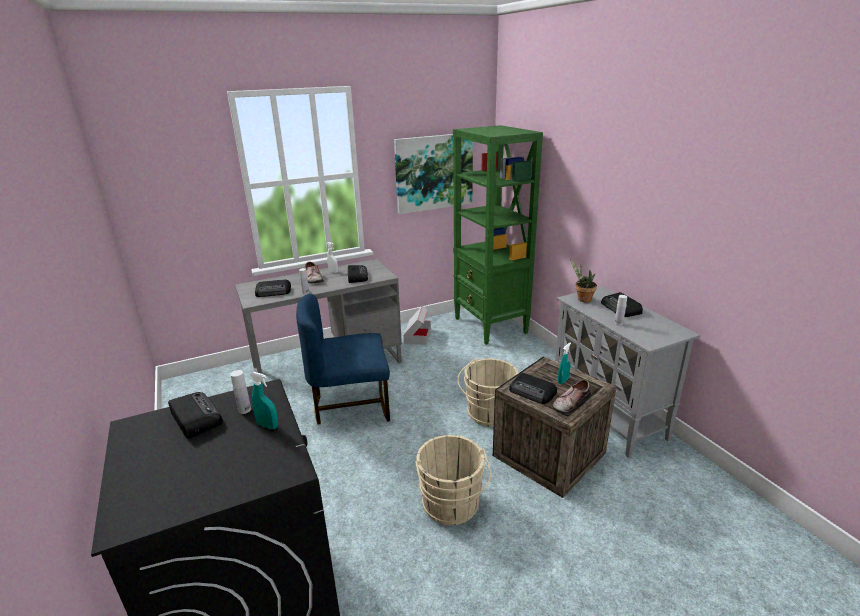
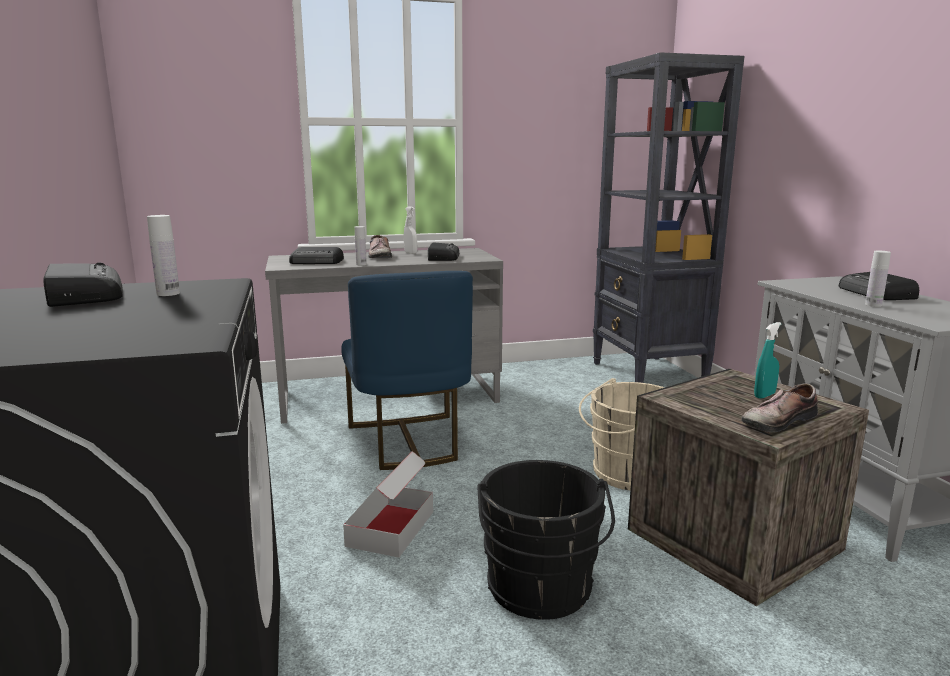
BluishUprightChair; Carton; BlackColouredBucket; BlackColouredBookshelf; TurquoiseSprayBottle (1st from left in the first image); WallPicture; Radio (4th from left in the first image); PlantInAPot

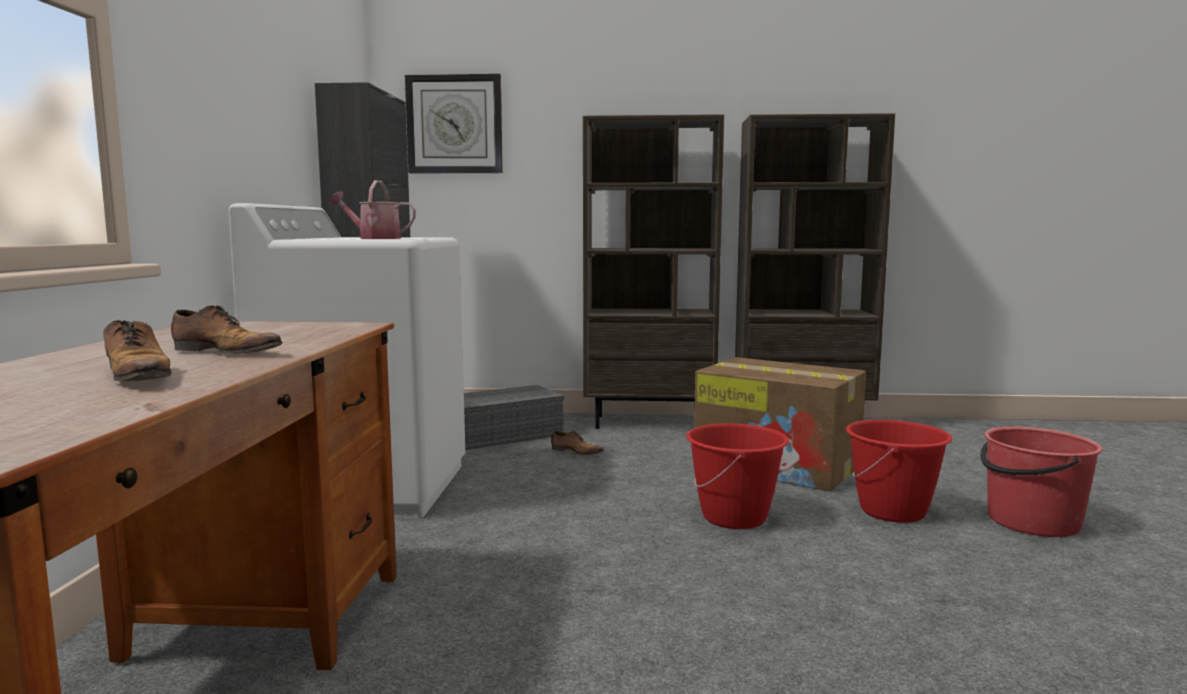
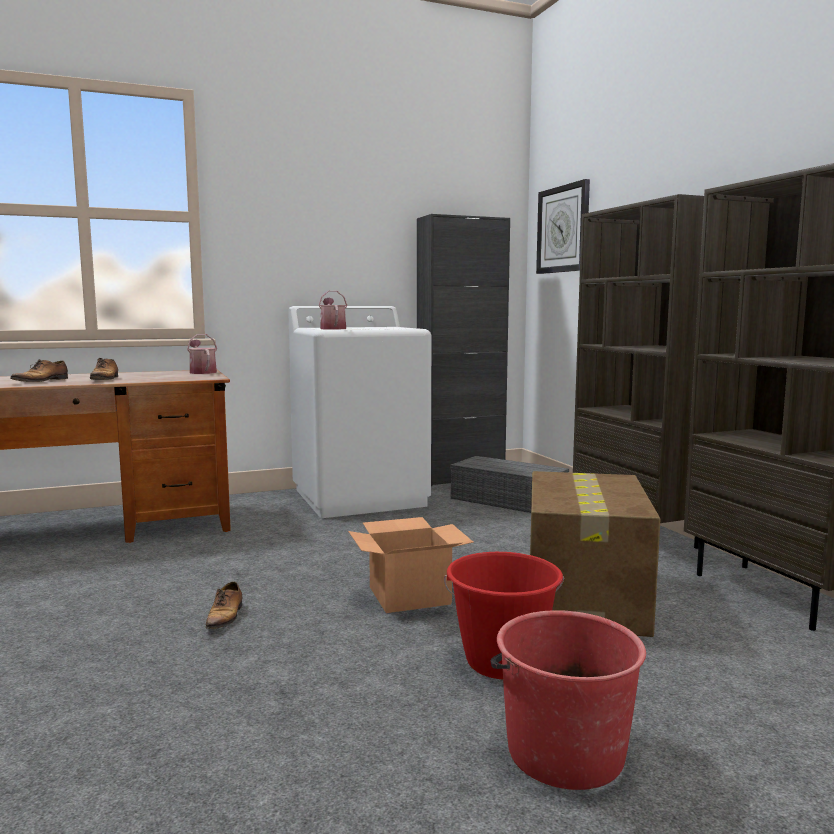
WateringPot (1st from left); LowShoe (3rd from left); Carton (1st from left)

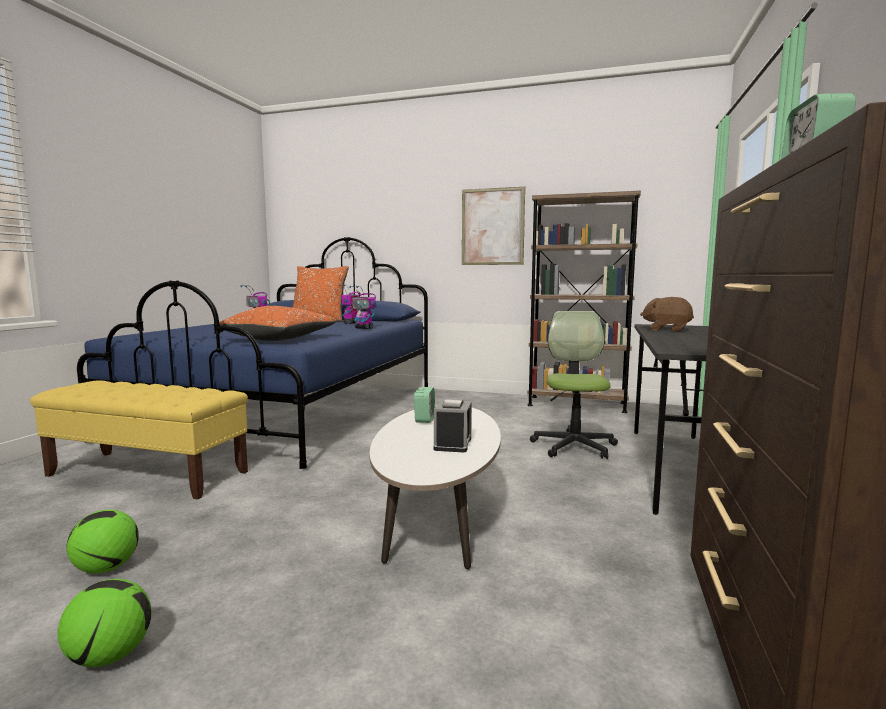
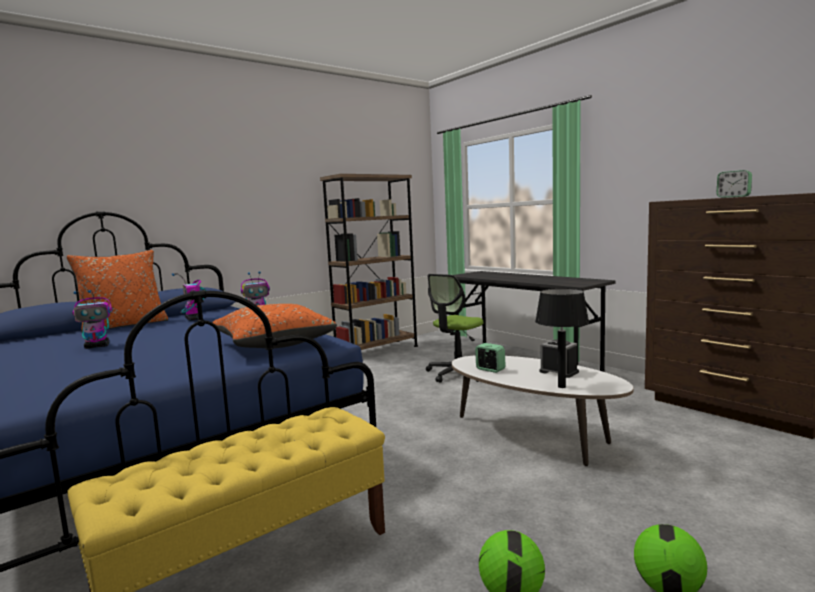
DeskChair; BlackColouredLampForATable; WallPicture; BrownPlushToy

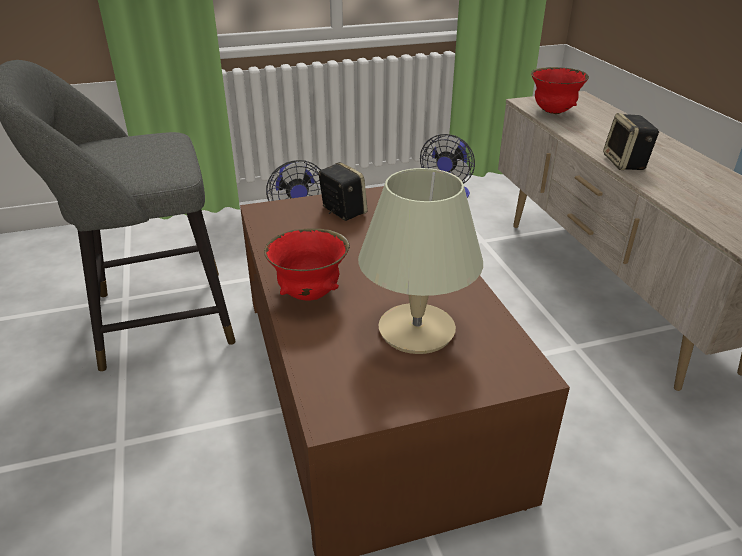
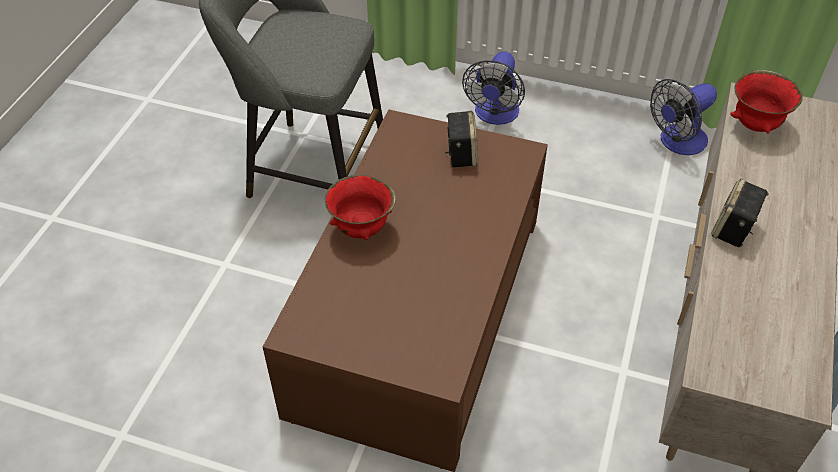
BeigeColouredLampForATable

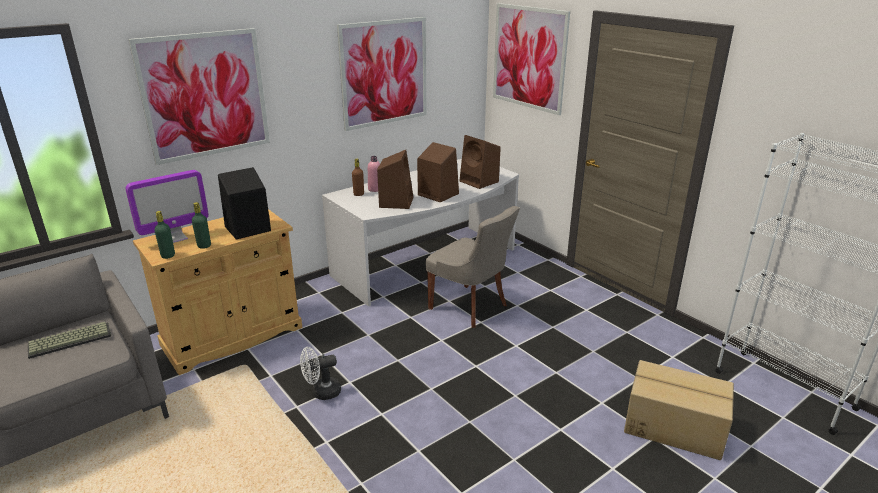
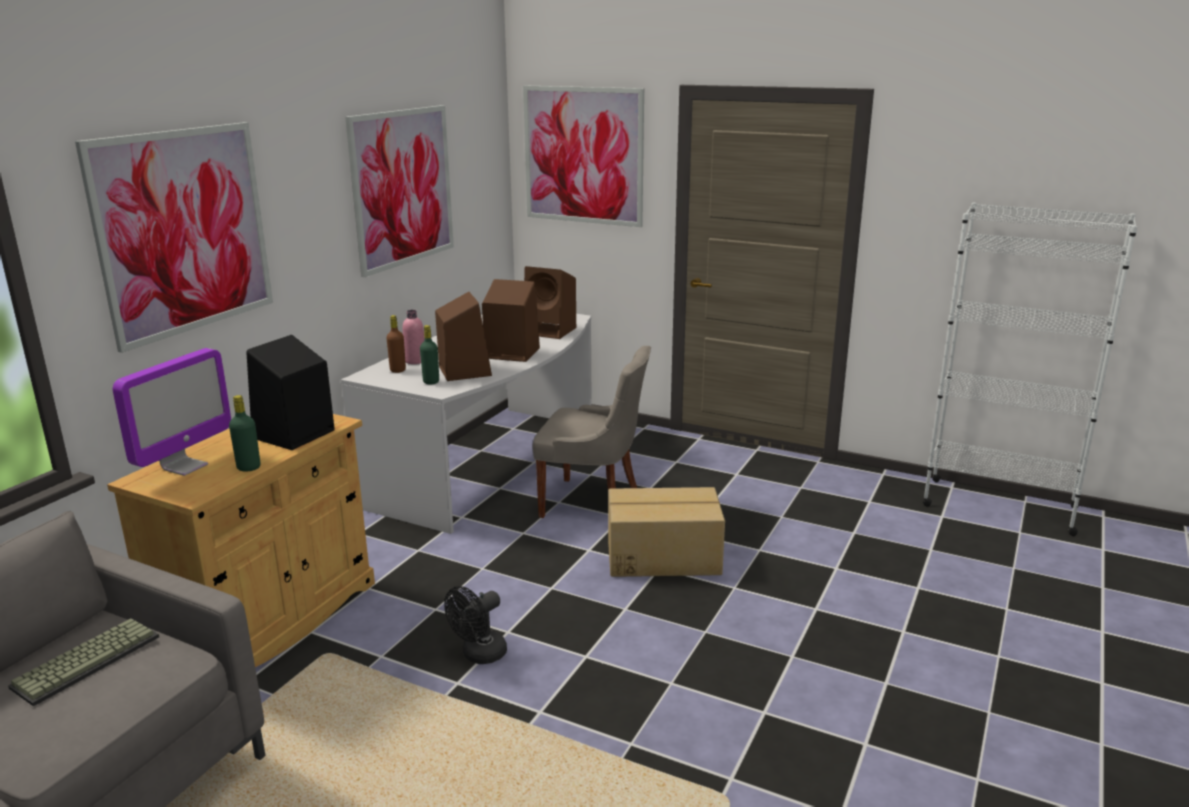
GreenBeverageBottle (2nd from left); BlackColouredFan; Carton

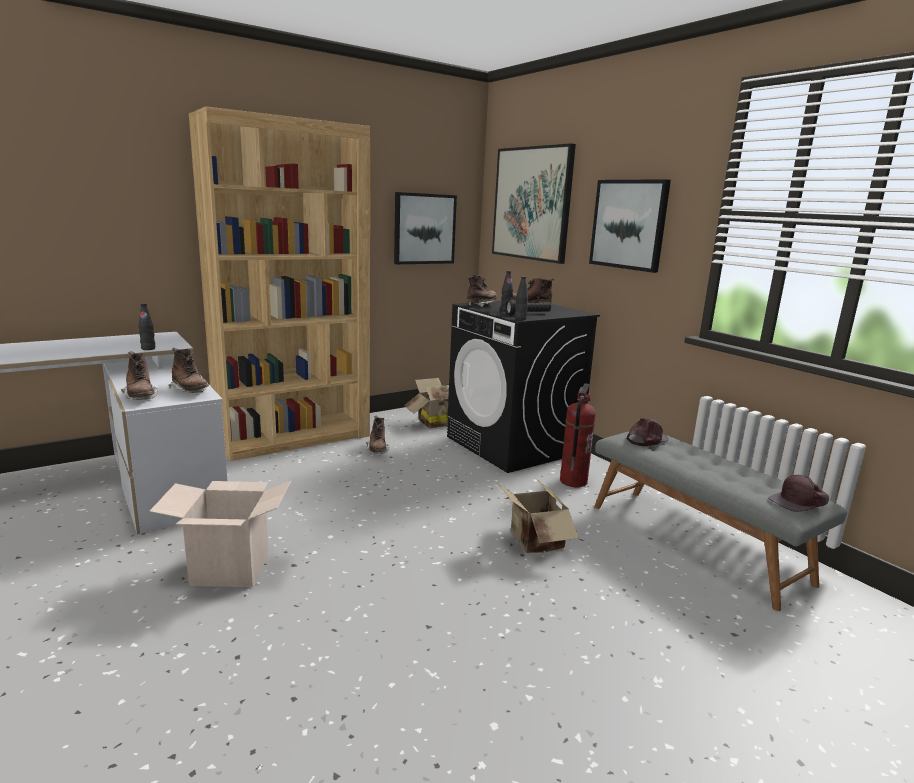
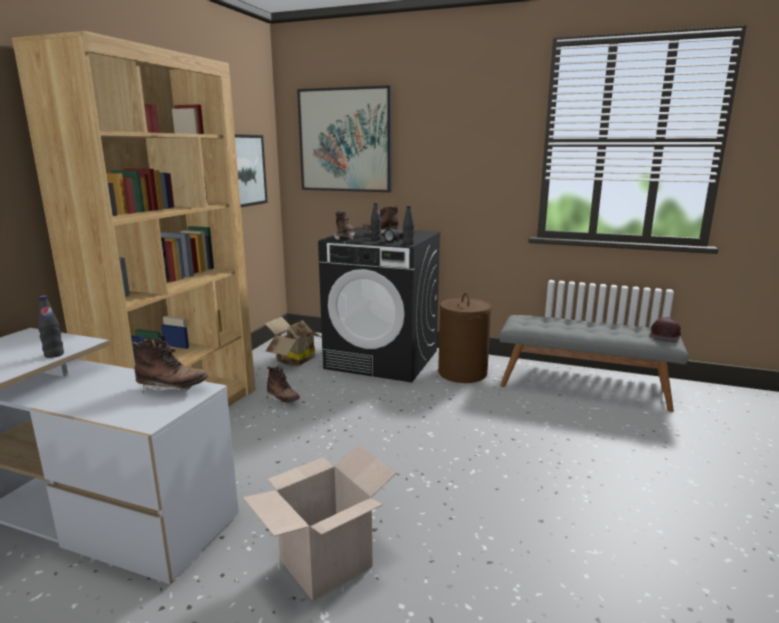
BrownHamper; BrownHighTopBoot (1st from left in the first image); Carton (3rd from left in the first image); WallPicture (3rd from left in the first image); BrownCap (1st from left in the first image)

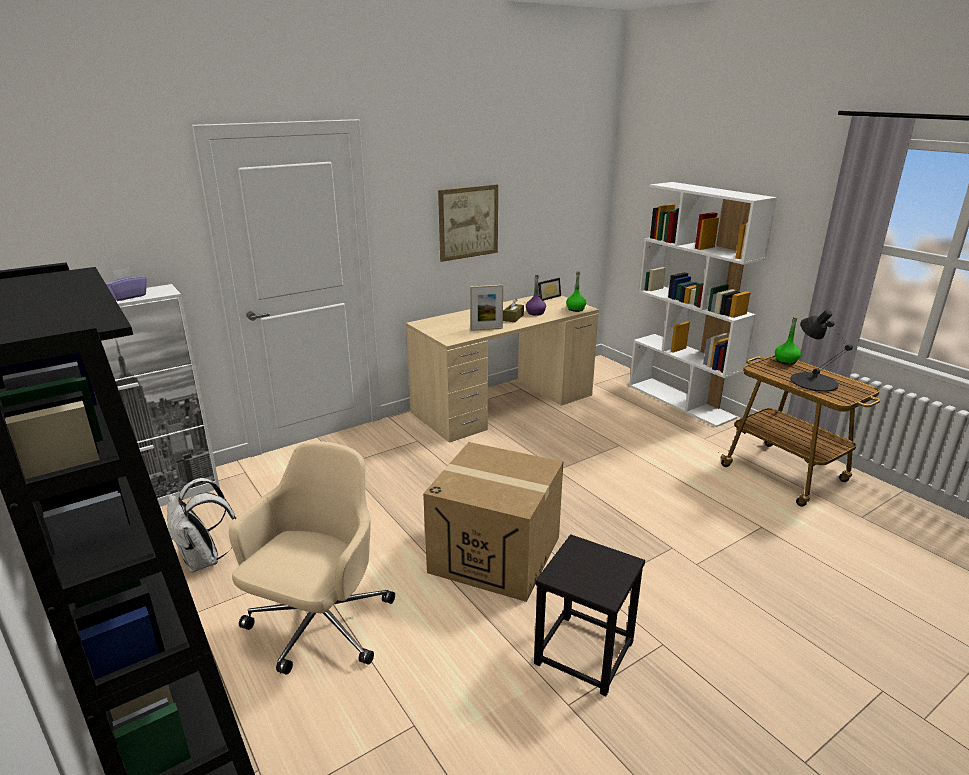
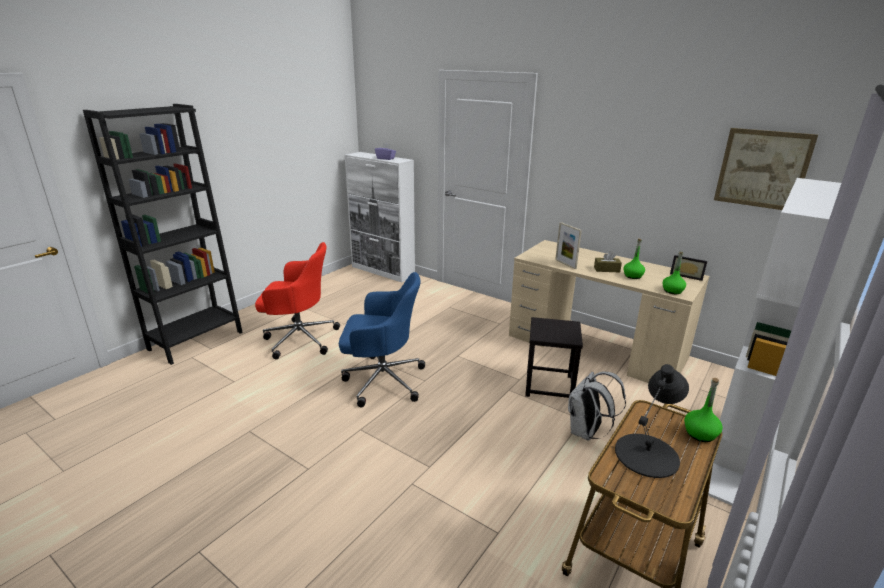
ReddishDeskChair; BluishDeskChair; BlackColouredStool; WhitishKnapsack; GreenBeverageBottle (1st from left); WallPicture

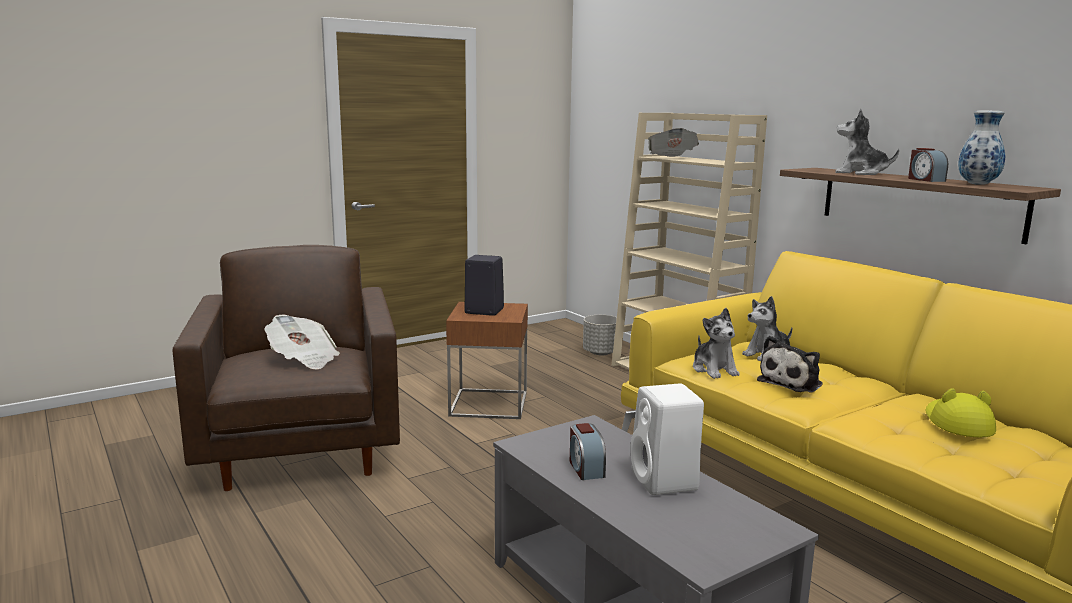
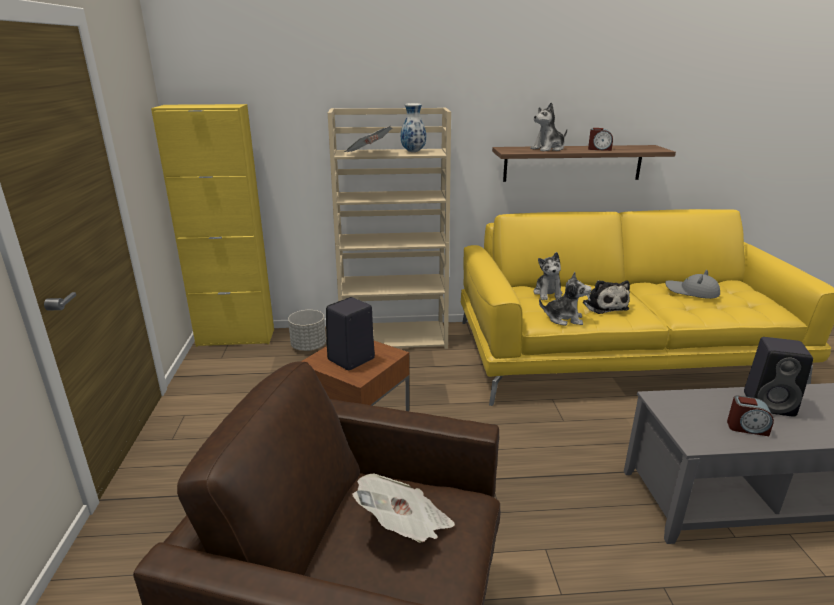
YellowCupboard; DecorativeVase; GreyishHat; BlackColouredSpeaker (2nd from left)

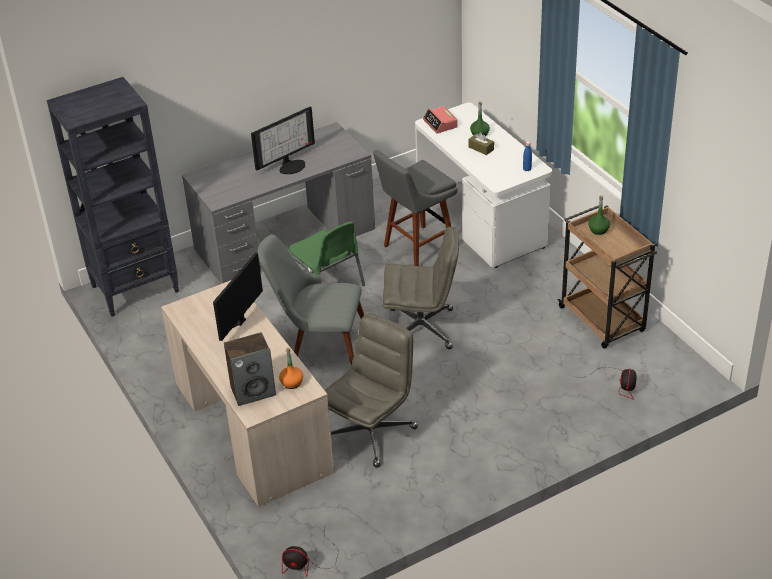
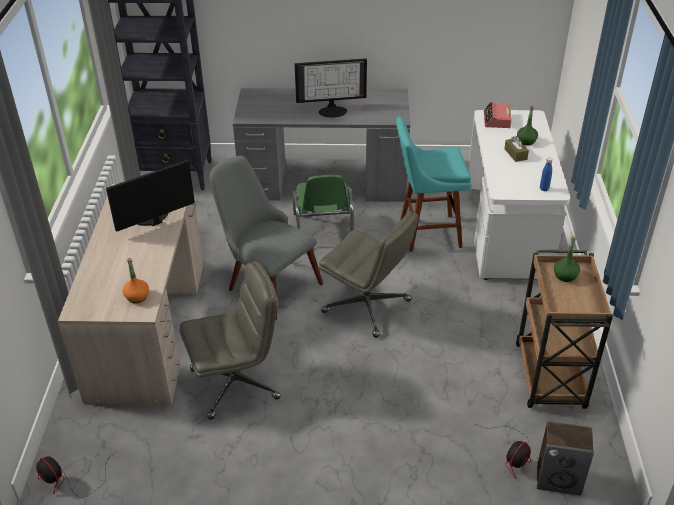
TurquoiseStool; Speaker

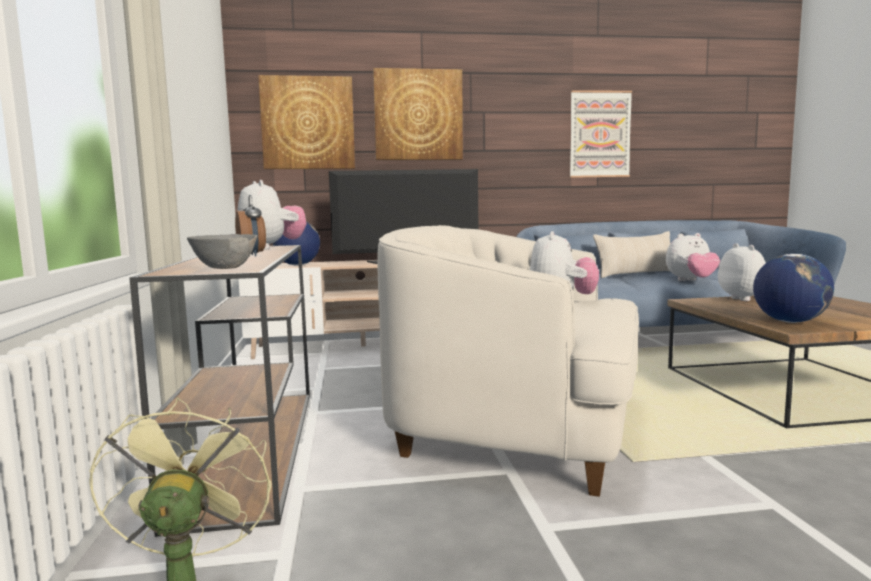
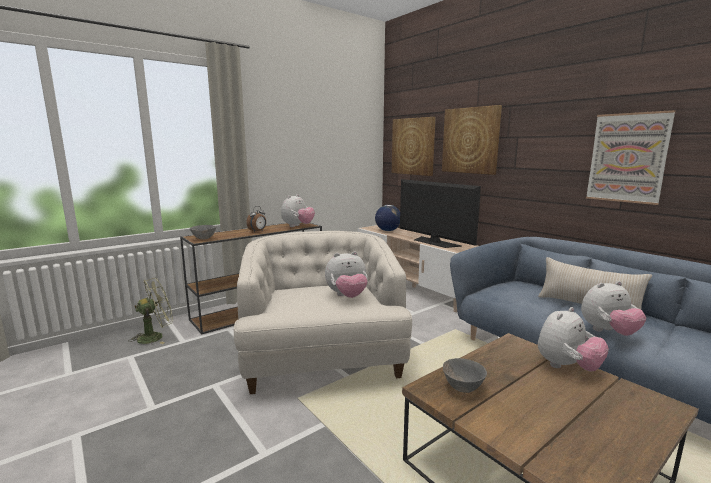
GreyishDeepDish (2nd from left); PlushToy (4th from left)

